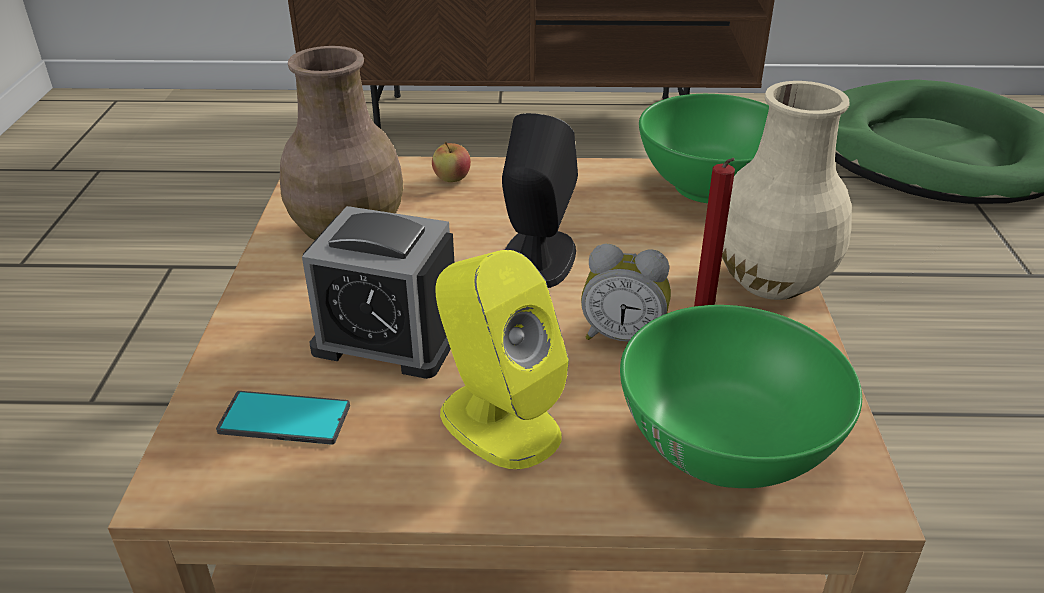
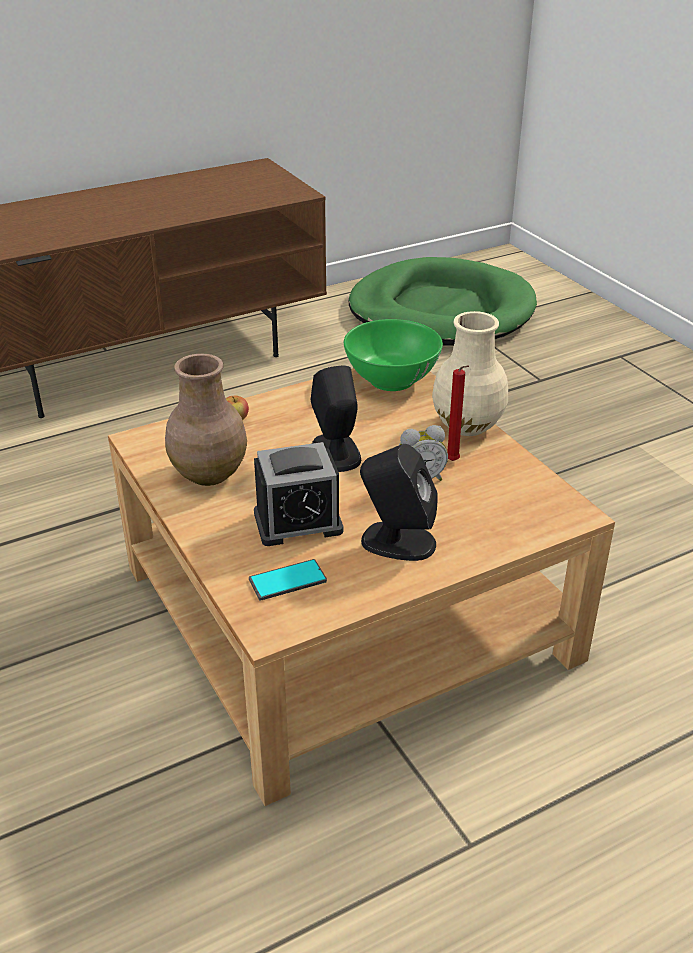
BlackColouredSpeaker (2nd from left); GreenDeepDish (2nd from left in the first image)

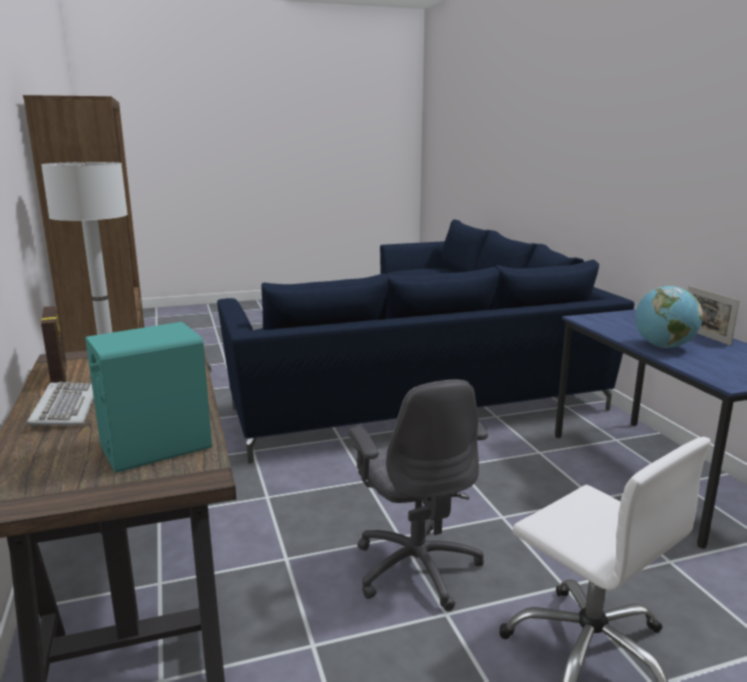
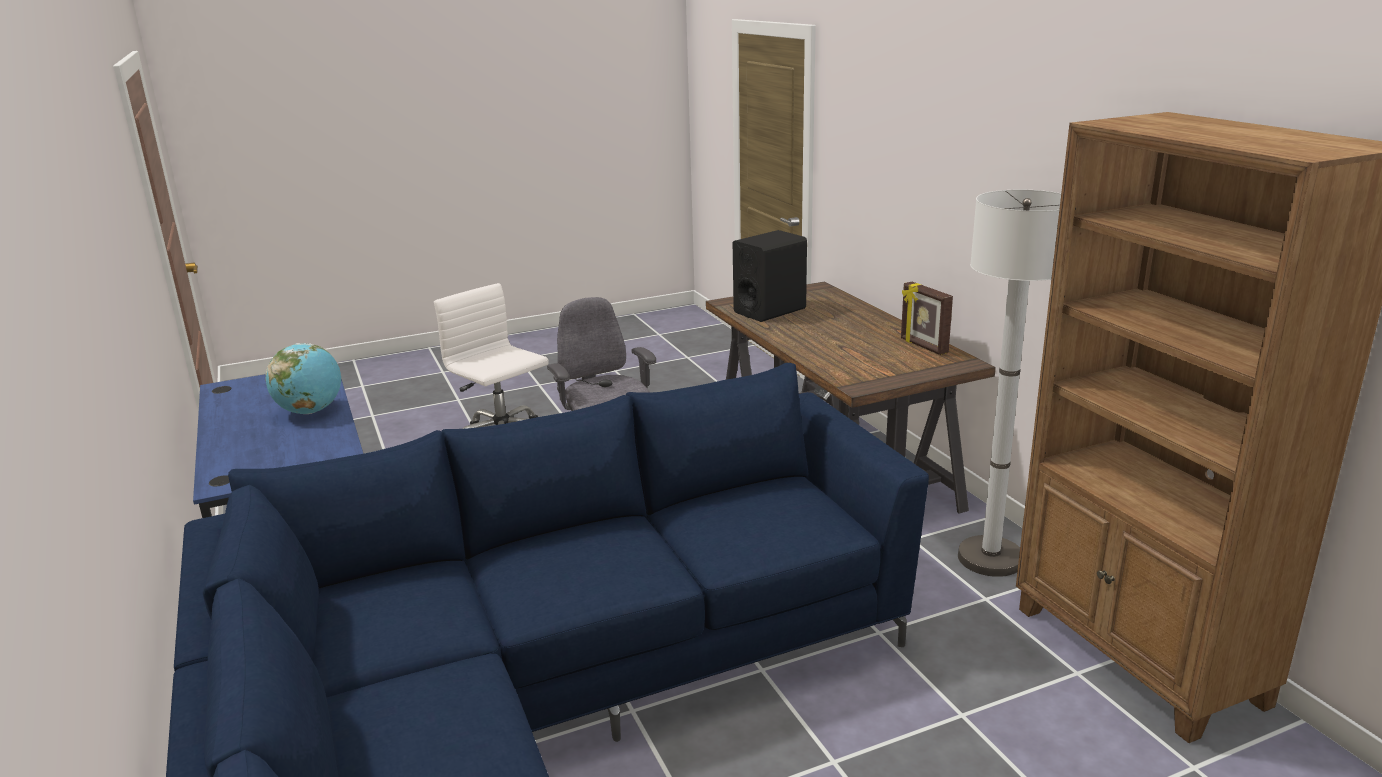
BlackColouredSpeaker; PcKeyboard; PhotoFrame (2nd from left in the first image)

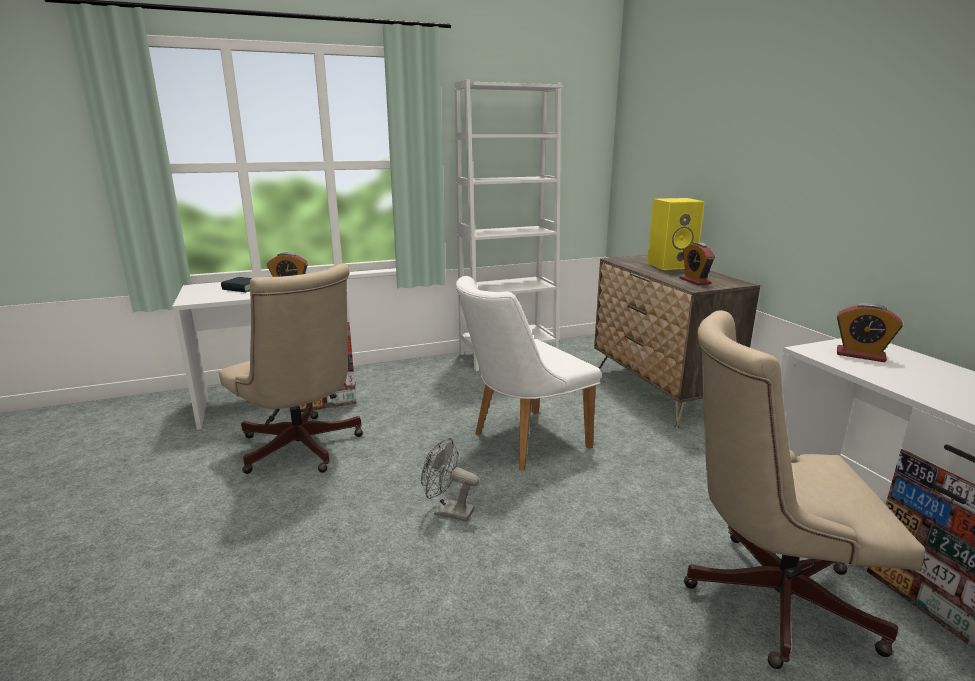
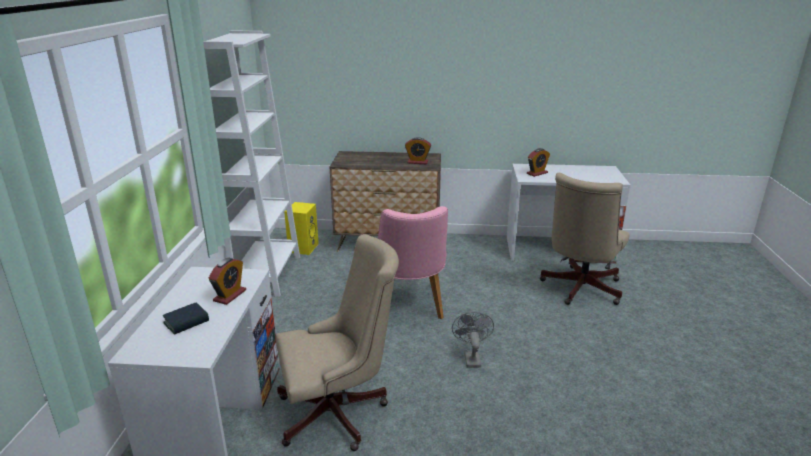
YellowSpeaker; PinkColouredUprightChair; GreyishFan

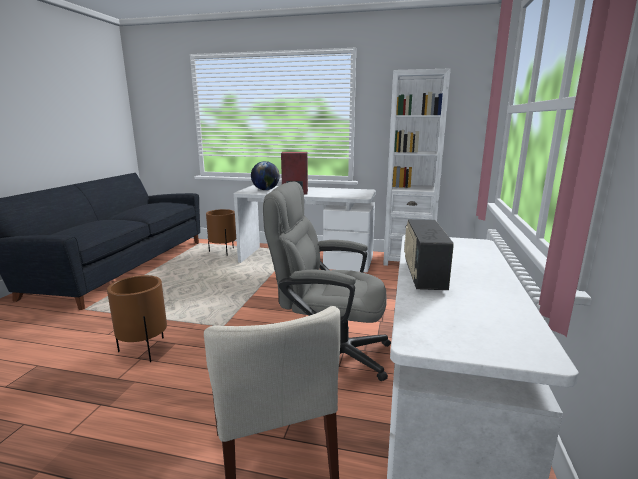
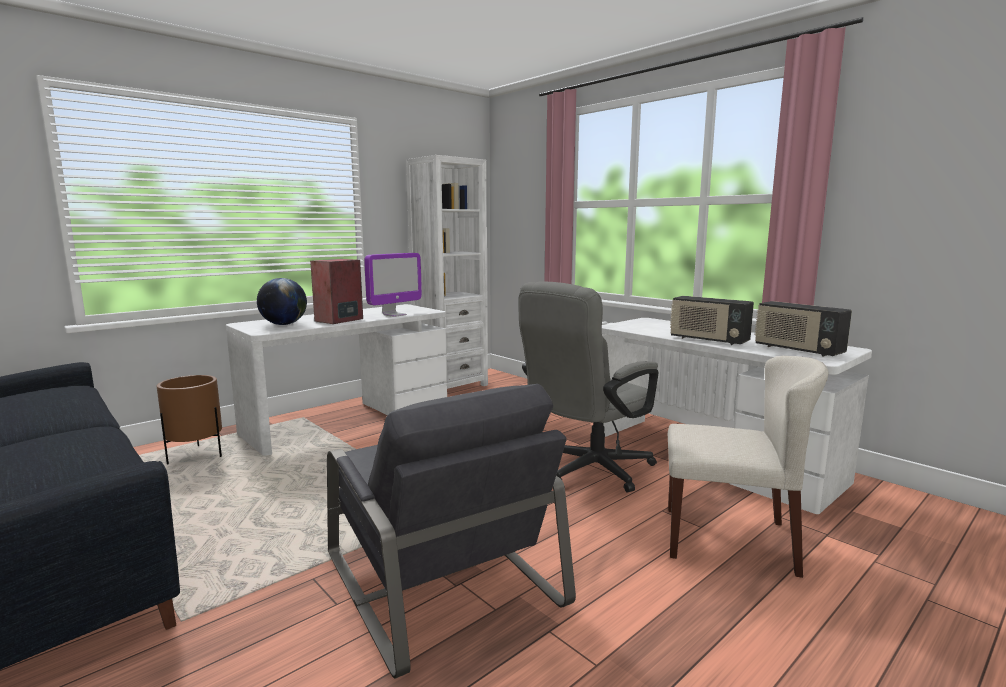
GreyishArmchair; Monitor; Radio (2nd from left)

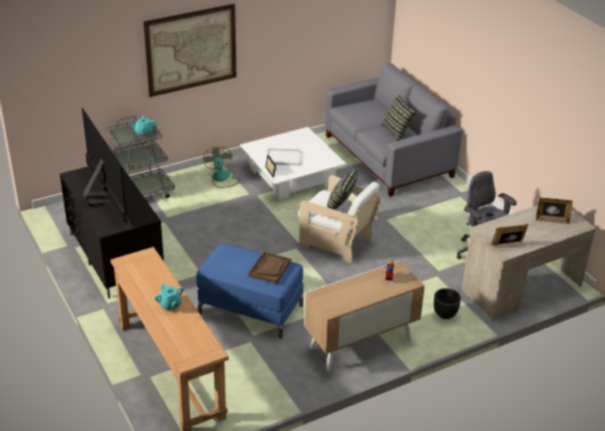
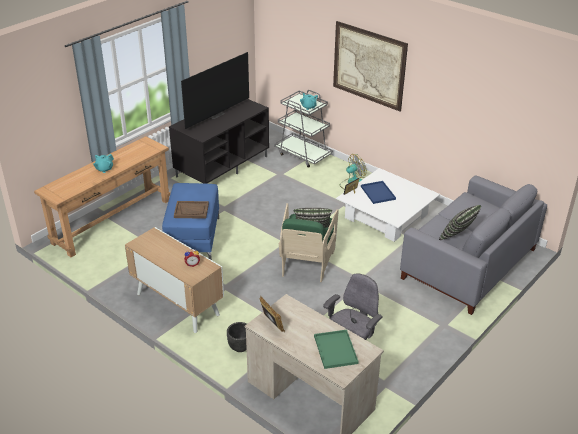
GreenArmchair; GreenServingTray; BluishServingTray

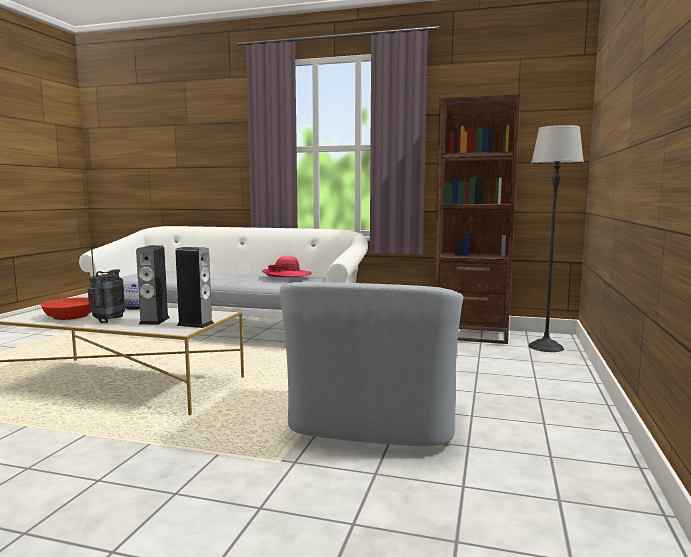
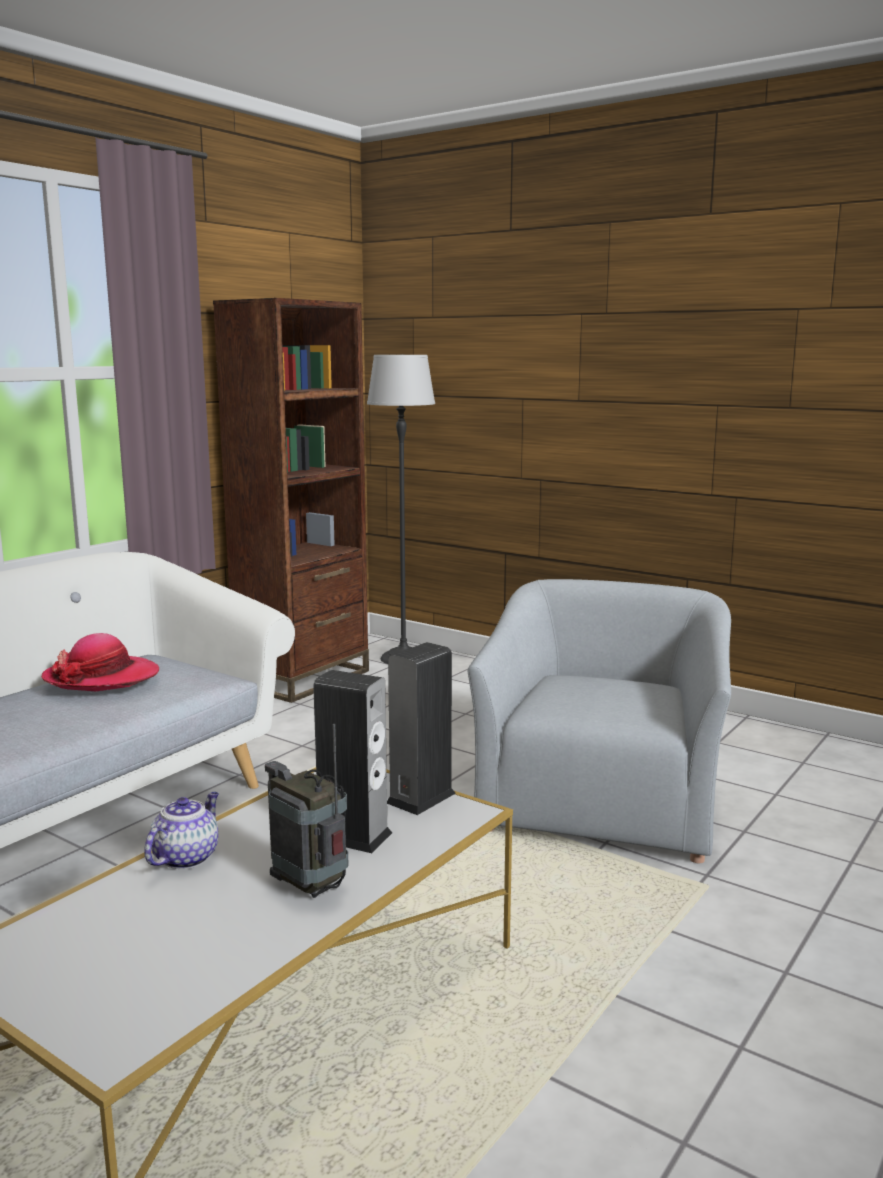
GreyishArmchair; ReddishDeepDish

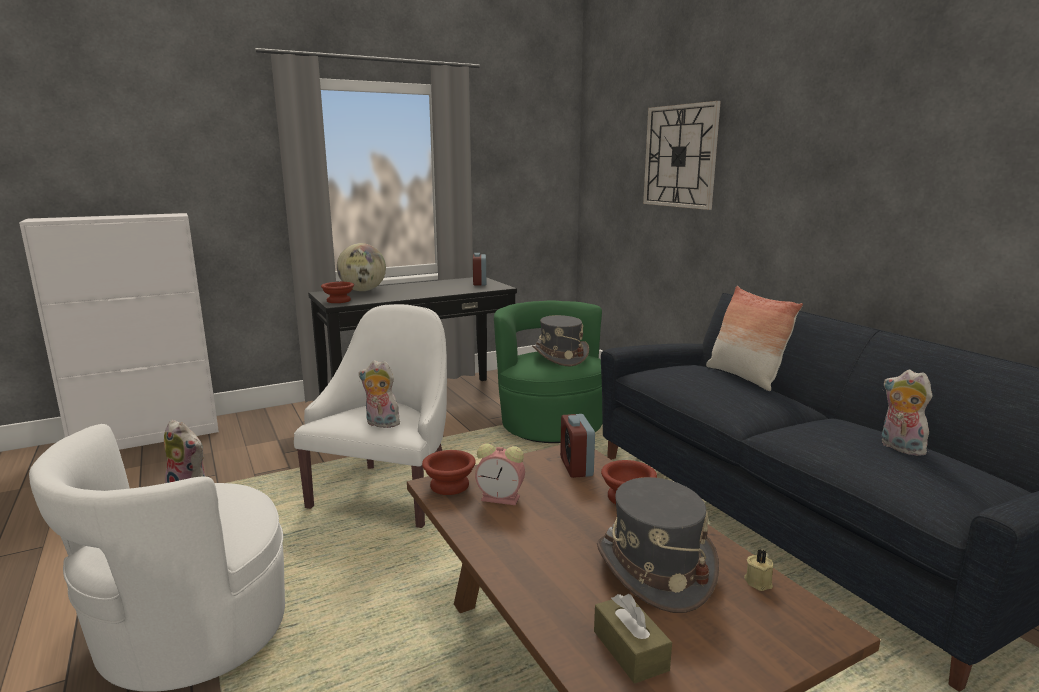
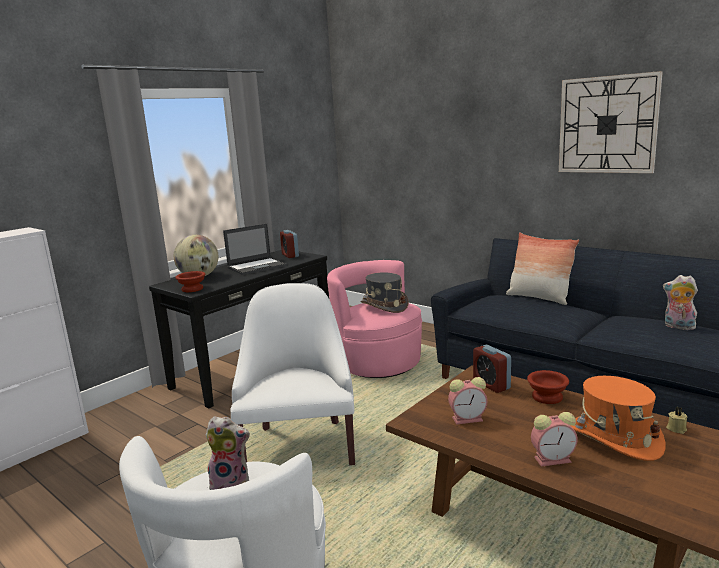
Laptop; PinkColouredArmchair; AlarmClock (4th from left); WallClock; OrangeyHat; PlushToy (2nd from left in the first image); BrownDeepDish (2nd from left in the first image); BrownBoxOfTissues

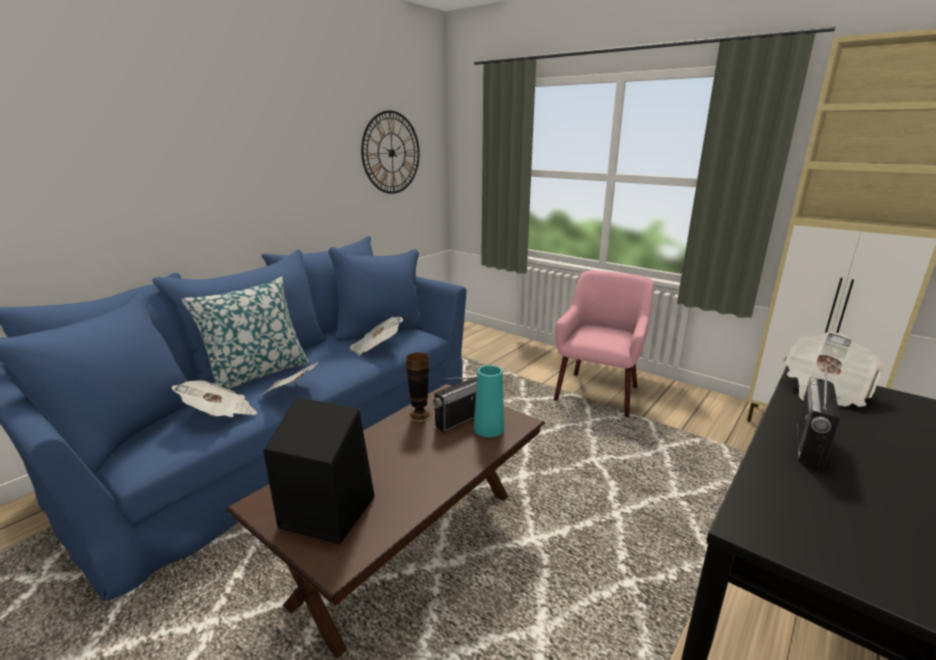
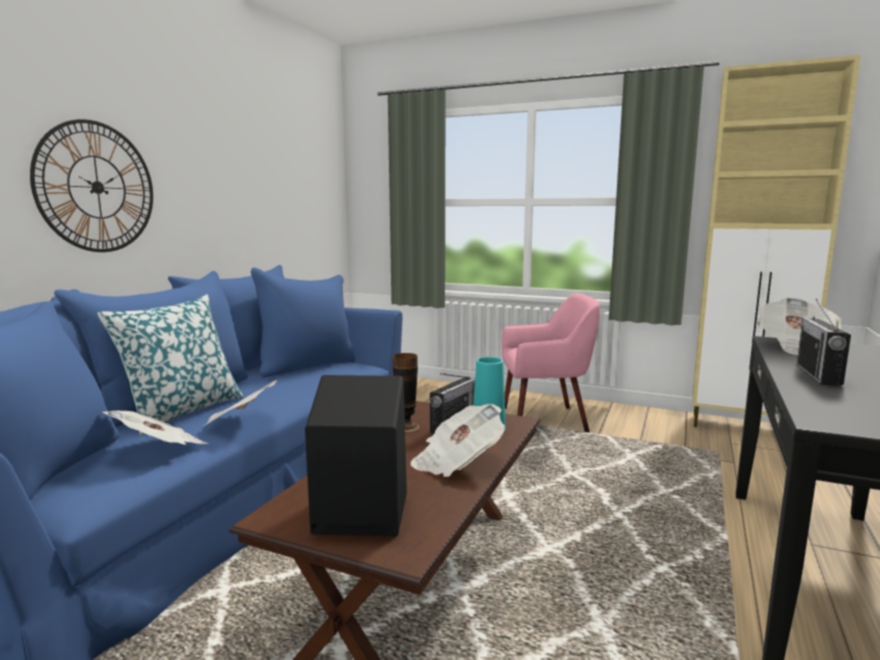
WallClock; DailyPaper (3rd from left); PinkColouredArmchair

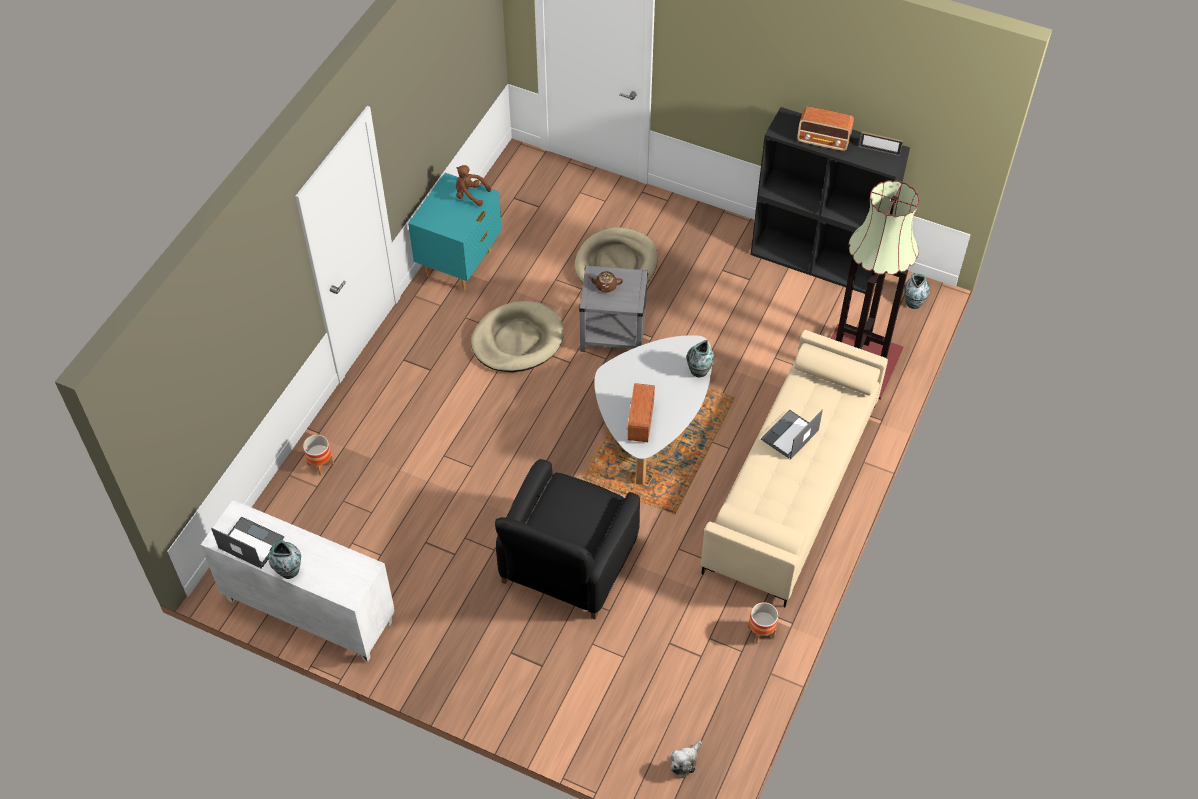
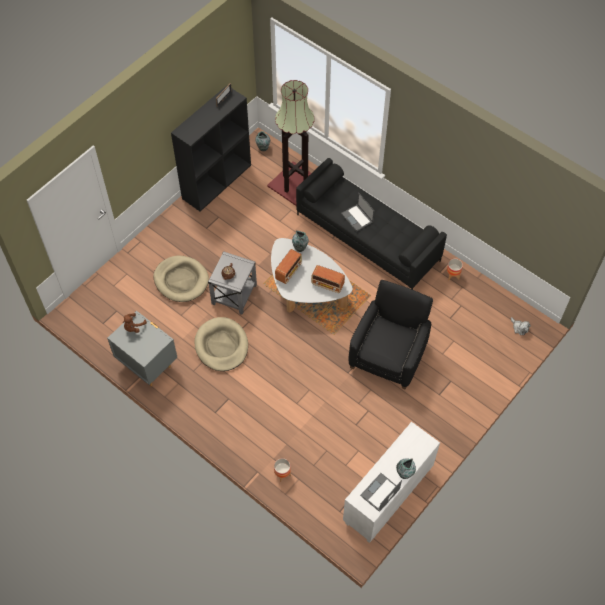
GreyishNightTable; Radio (1st from left); BlackColouredCouch; BlackColouredArmchair

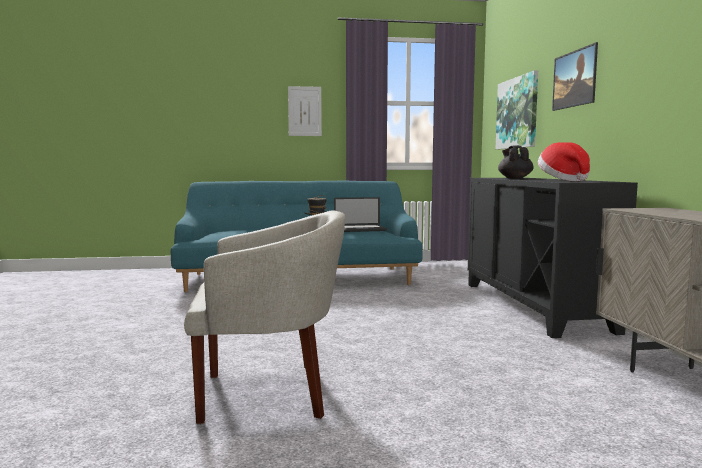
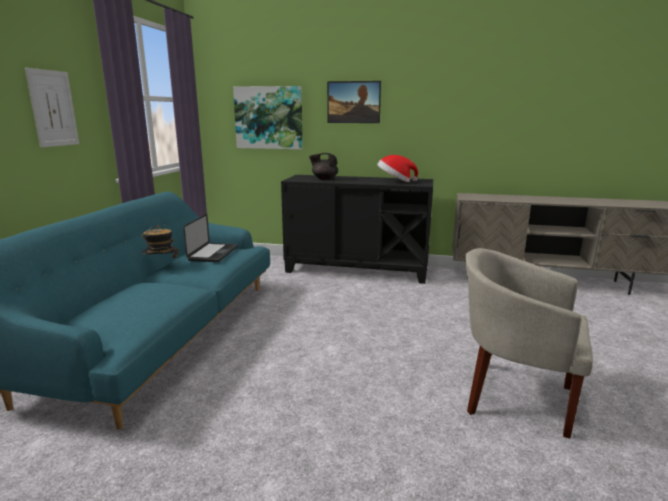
BeigeColouredArmchair

